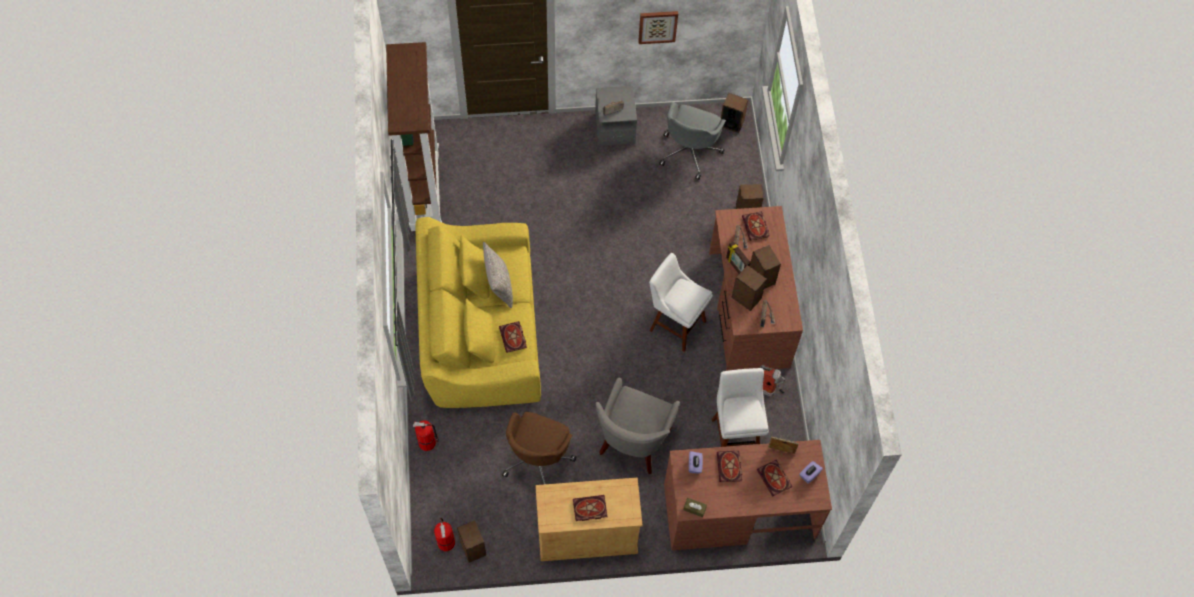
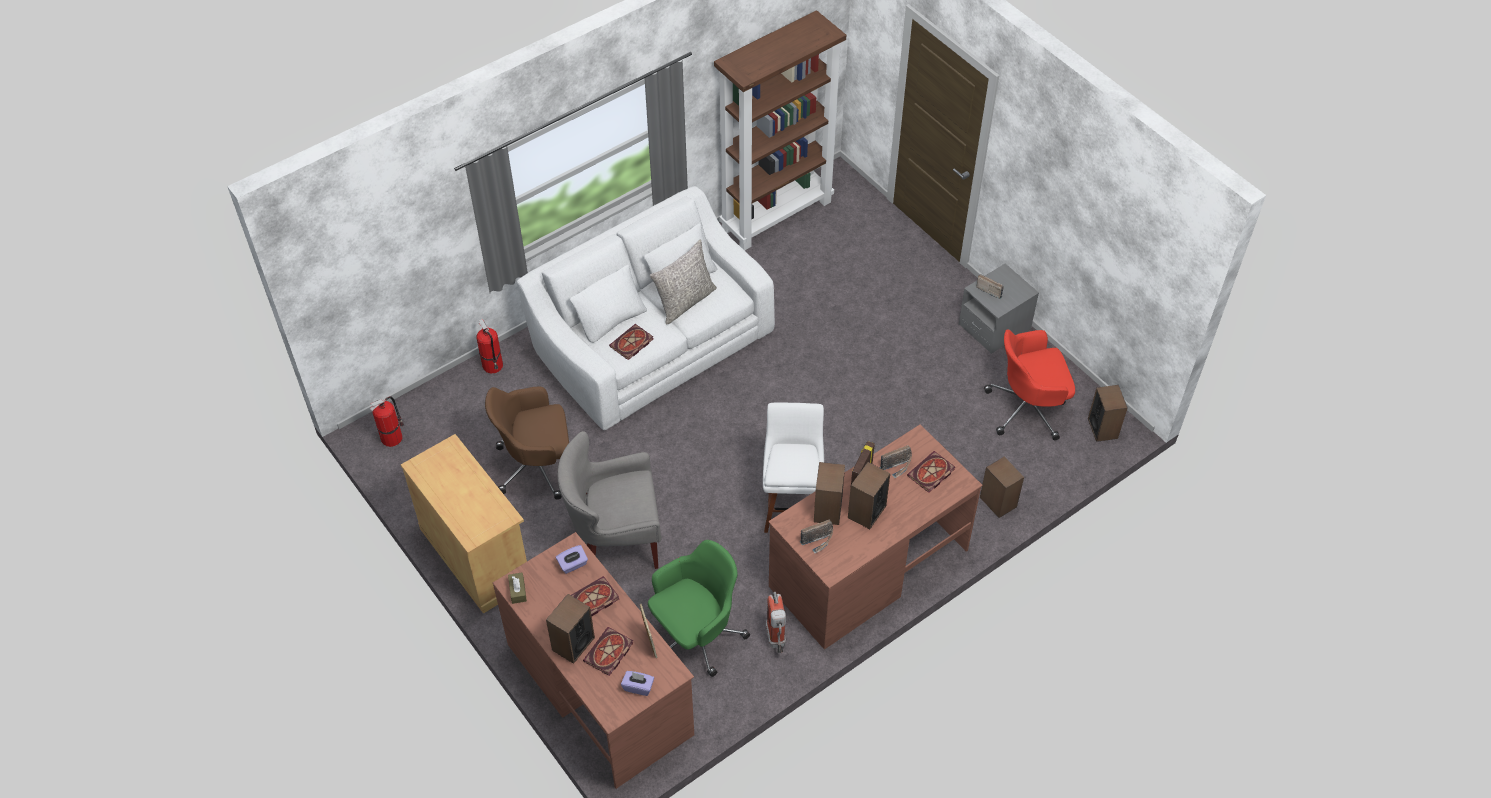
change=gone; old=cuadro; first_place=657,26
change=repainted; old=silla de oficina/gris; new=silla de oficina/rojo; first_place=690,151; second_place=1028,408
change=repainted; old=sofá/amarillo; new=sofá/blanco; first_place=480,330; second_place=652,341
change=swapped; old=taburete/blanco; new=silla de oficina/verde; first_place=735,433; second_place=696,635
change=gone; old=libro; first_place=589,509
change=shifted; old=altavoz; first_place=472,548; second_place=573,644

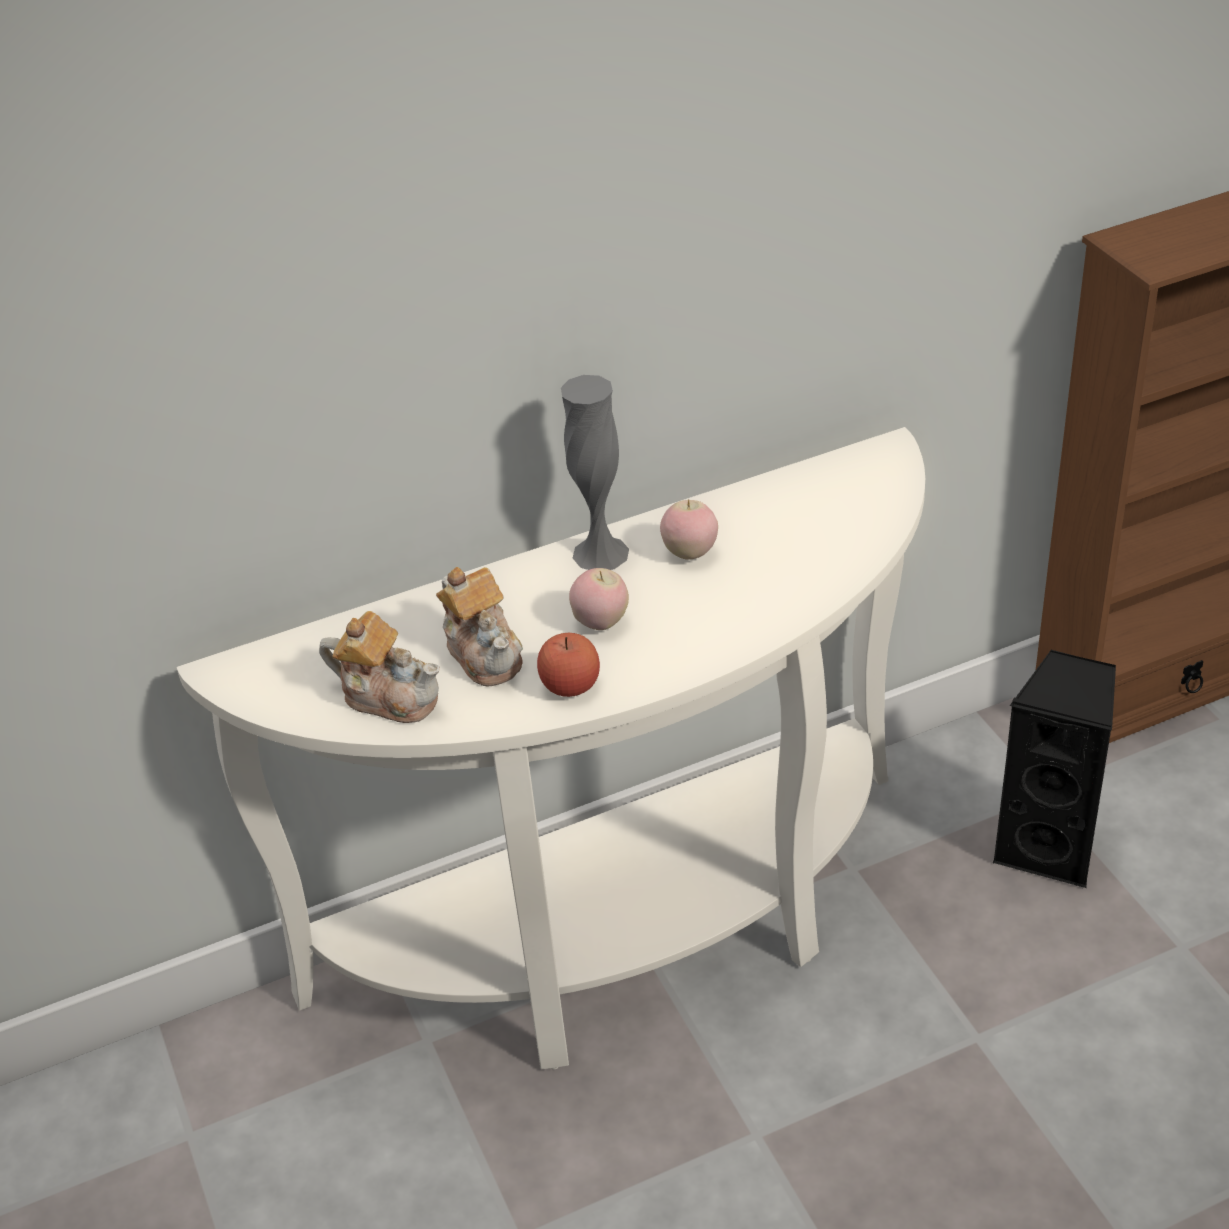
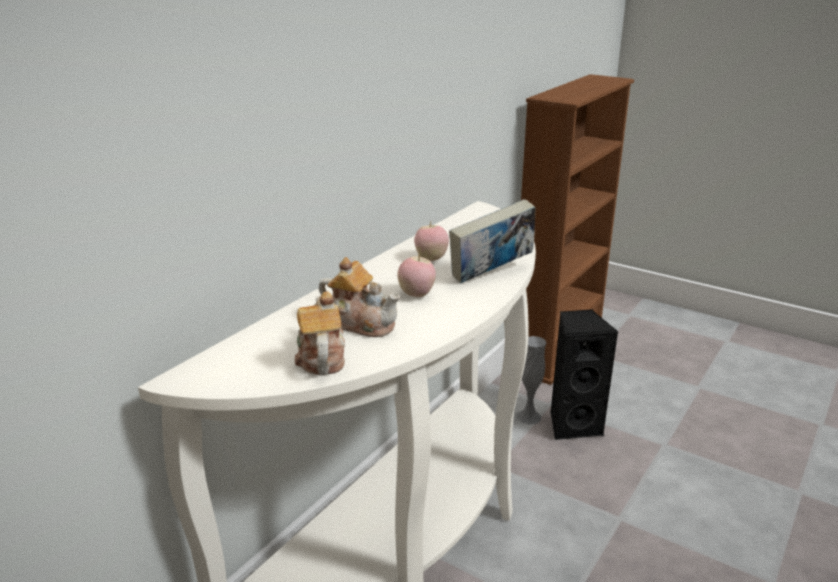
change=shifted; old=florero/gris; first_place=600,553; second_place=529,417
change=rotated; old=tetera; first_place=389,696; second_place=321,358; degrees=-90
change=gone; old=manzana; first_place=570,685
change=new; new=libro; second_place=491,275

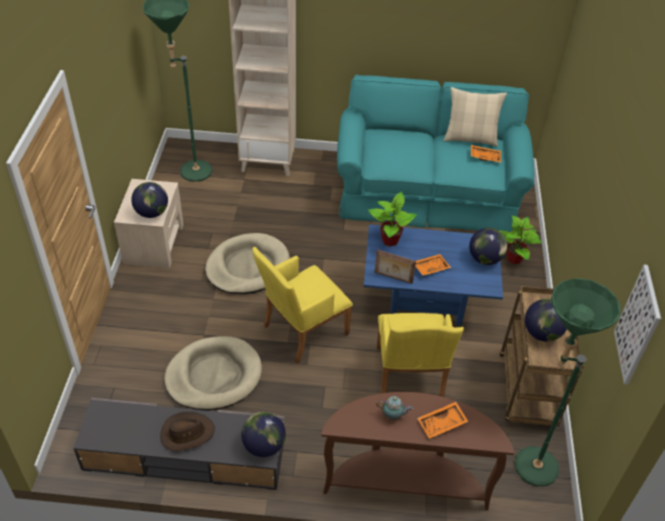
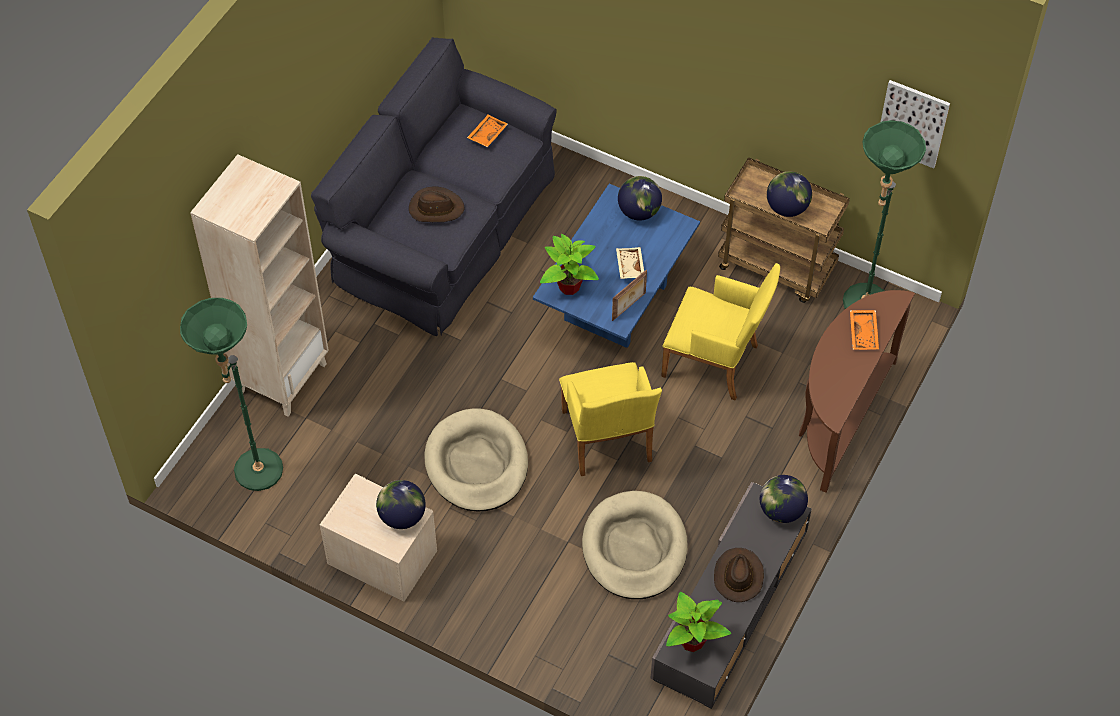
change=repainted; old=sofá/turquesa; new=sofá/negro; first_place=427,194; second_place=441,228
change=gone; old=cojín/beis; first_place=470,138
change=shifted; old=planta en maceta; first_place=515,259; second_place=692,641
change=repainted; old=bandeja/naranja; new=bandeja/beis; first_place=430,268; second_place=629,266
change=gone; old=tetera; first_place=393,416
change=new; new=sombrero/marrón; second_place=436,208

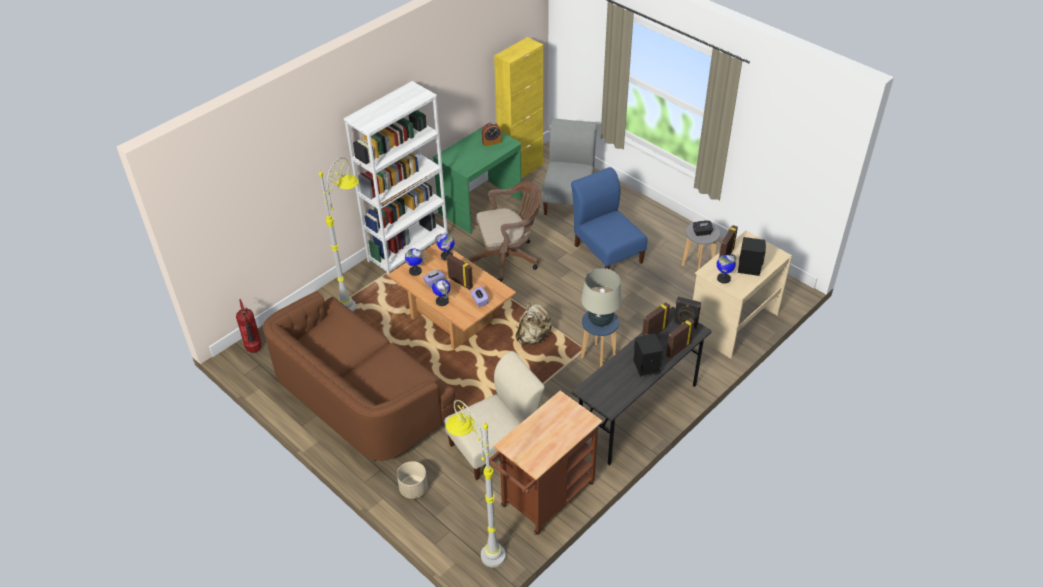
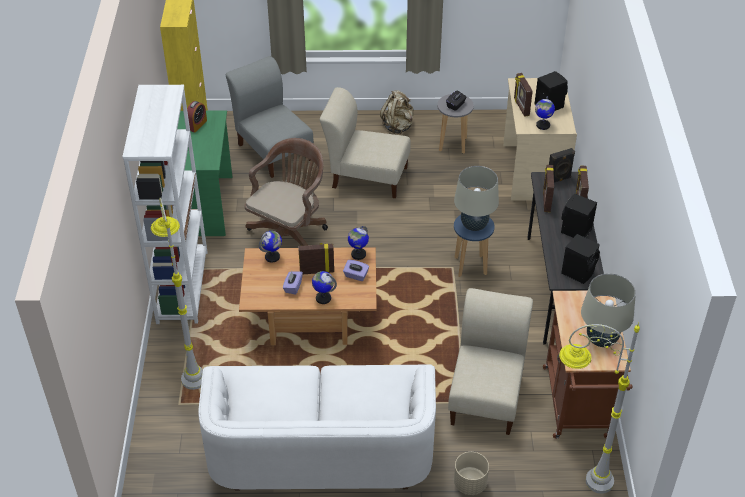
change=repainted; old=silla/azul; new=silla/beis; first_place=607,252; second_place=366,176
change=shifted; old=globo terráqueo; first_place=415,271; second_place=358,254
change=repainted; old=sofá/marrón; new=sofá/blanco; first_place=360,398; second_place=320,447
change=gone; old=extintor; first_place=255,350
change=shifted; old=mochila/beis; first_place=533,337; second_place=398,126
change=new; new=altavoz/negro; second_place=578,271
change=new; new=lámpara de mesa/beis; second_place=601,340

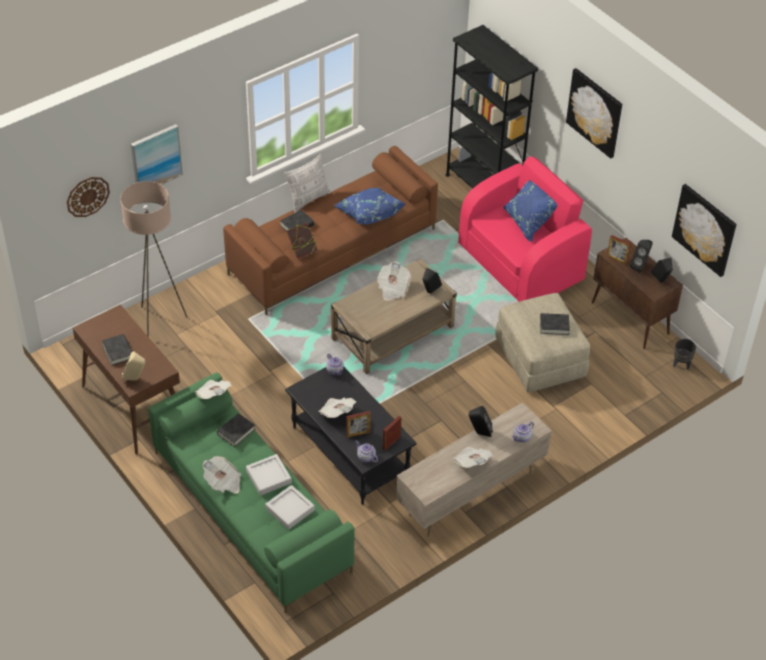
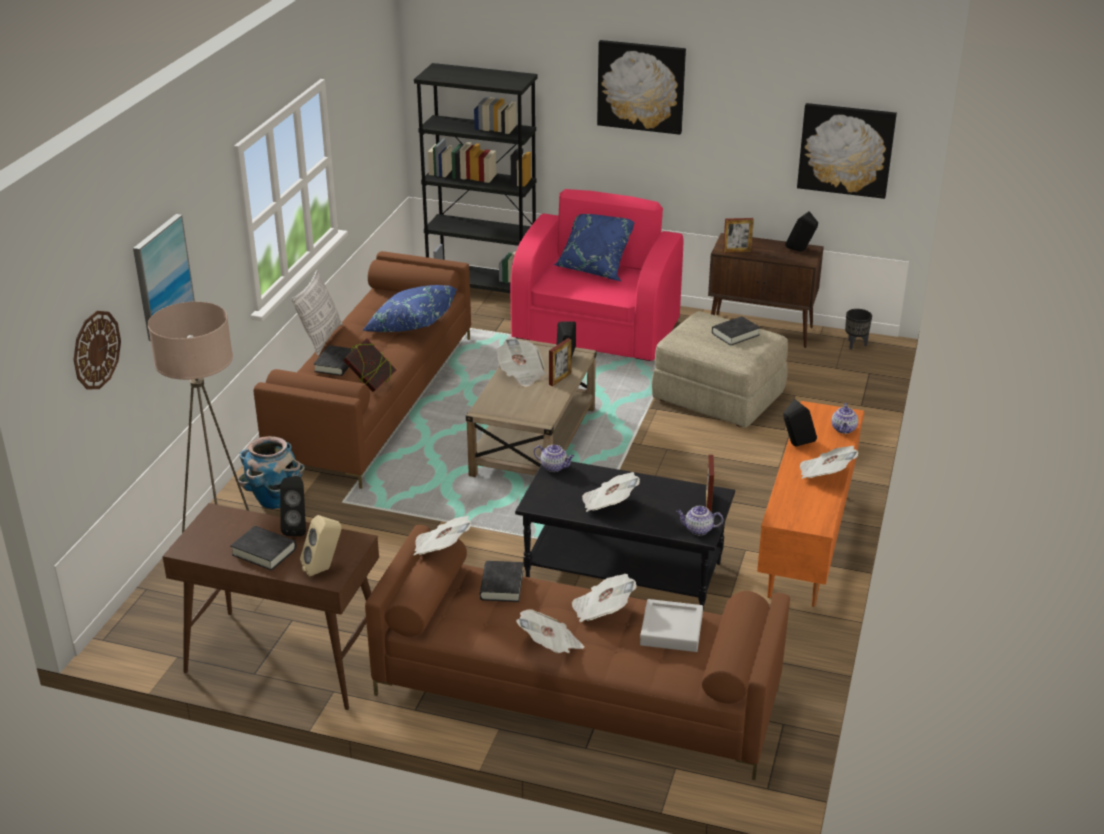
change=shifted; old=altavoz/negro; first_place=640,266; second_place=297,528
change=repainted; old=sofá/verde; new=sofá/marrón; first_place=250,511; second_place=575,693
change=repainted; old=mueble de televisión/beis; new=mueble de televisión/naranja; first_place=470,494; second_place=805,544
change=shifted; old=portarretratos; first_place=358,434; second_place=560,379
change=swapped; old=bandeja/gris; new=periódico; first_place=268,477; second_place=602,611
change=new; new=maceta; second_place=274,500

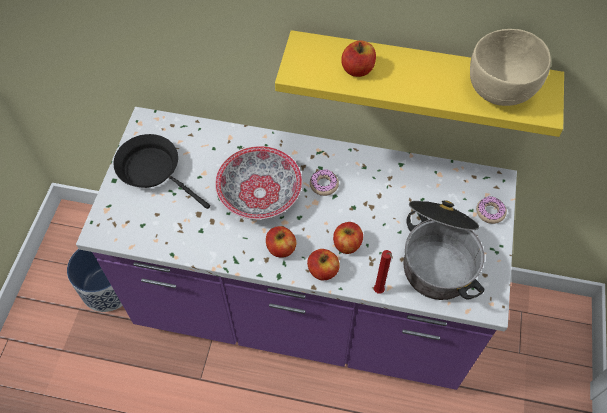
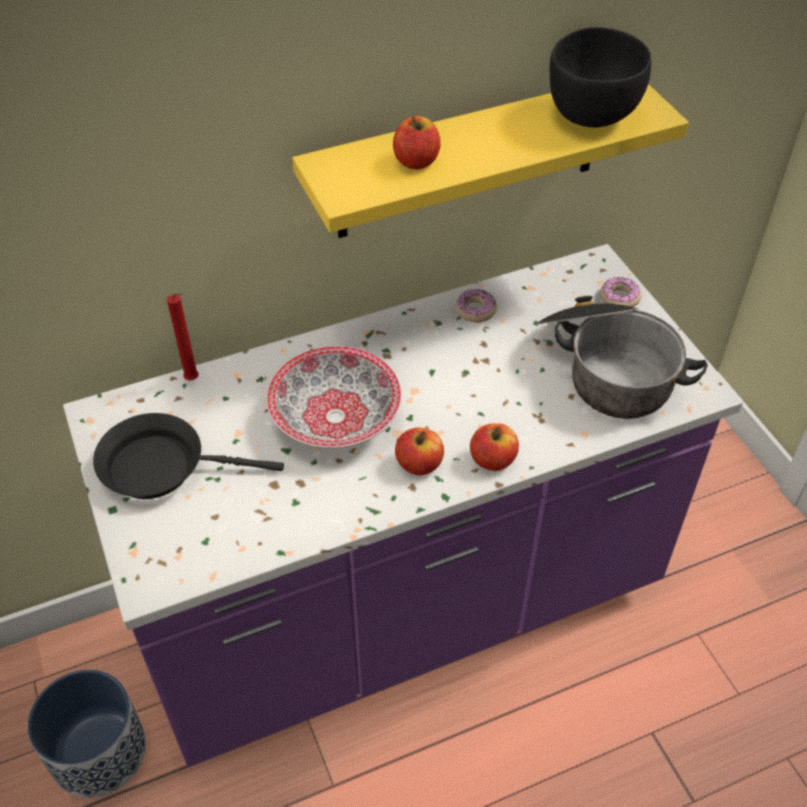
change=repainted; old=cuenco/beis; new=cuenco/negro; first_place=500,91; second_place=592,115
change=shifted; old=rosquilla; first_place=324,185; second_place=475,310
change=gone; old=manzana; first_place=347,244
change=shifted; old=vela/rojo; first_place=379,292; second_place=193,380

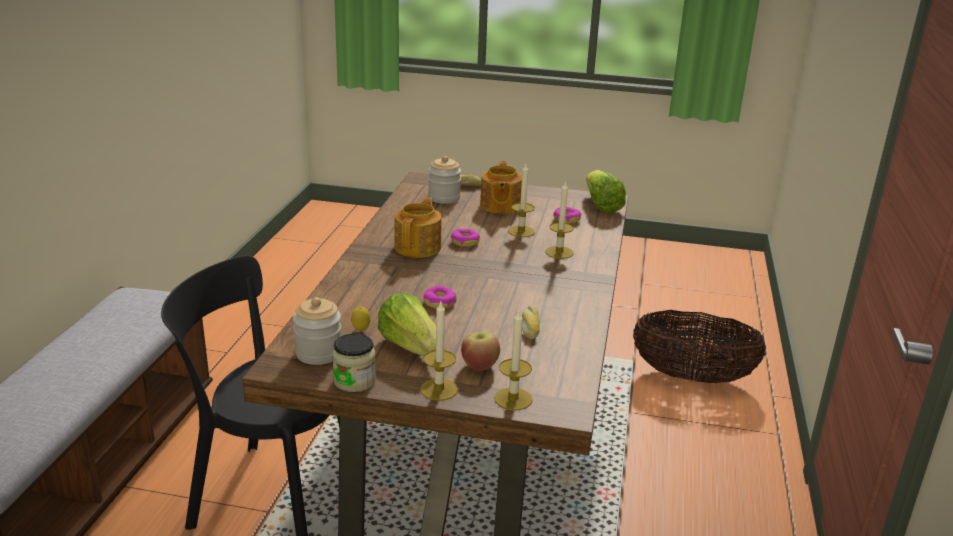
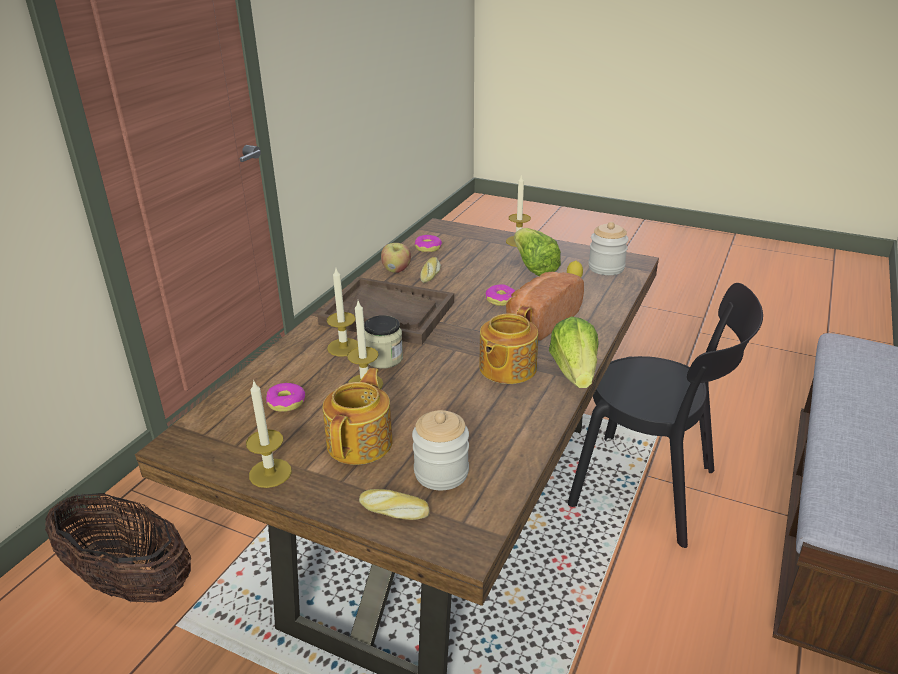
change=shifted; old=lechuga; first_place=601,205; second_place=574,372
change=shifted; old=rosquilla; first_place=465,242; second_place=428,248
change=shifted; old=vela; first_place=513,399; second_place=270,473
change=shifted; old=manzana; first_place=479,365; second_place=396,270
change=shifted; old=tarro; first_place=354,381; second_place=384,358
change=new; new=pan; second_place=540,321
change=new; new=bandeja/marrón; second_place=388,313

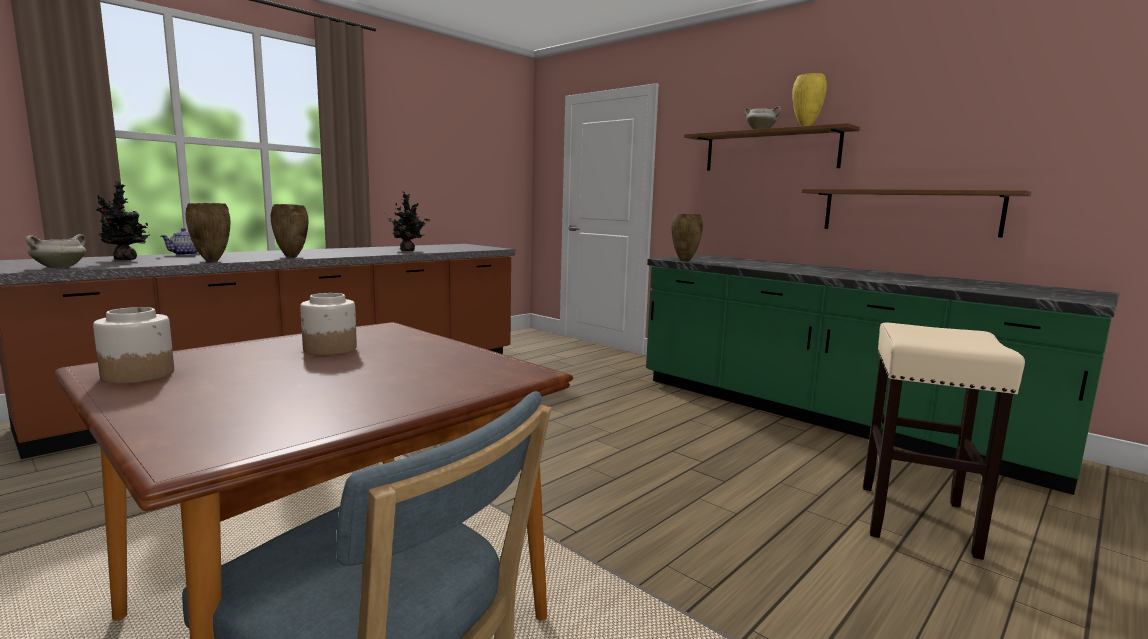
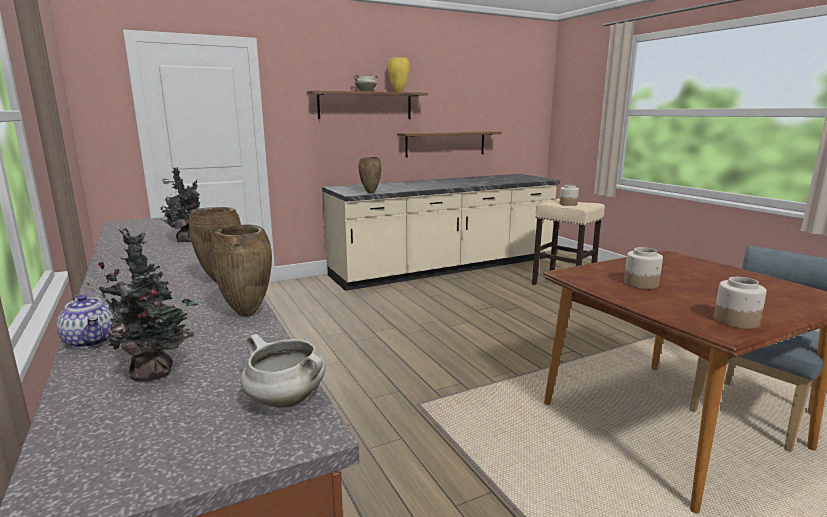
change=repainted; old=mueble bajo de cocina/verde; new=mueble bajo de cocina/beis; first_place=828,417; second_place=445,268
change=new; new=tarro; second_place=568,204

